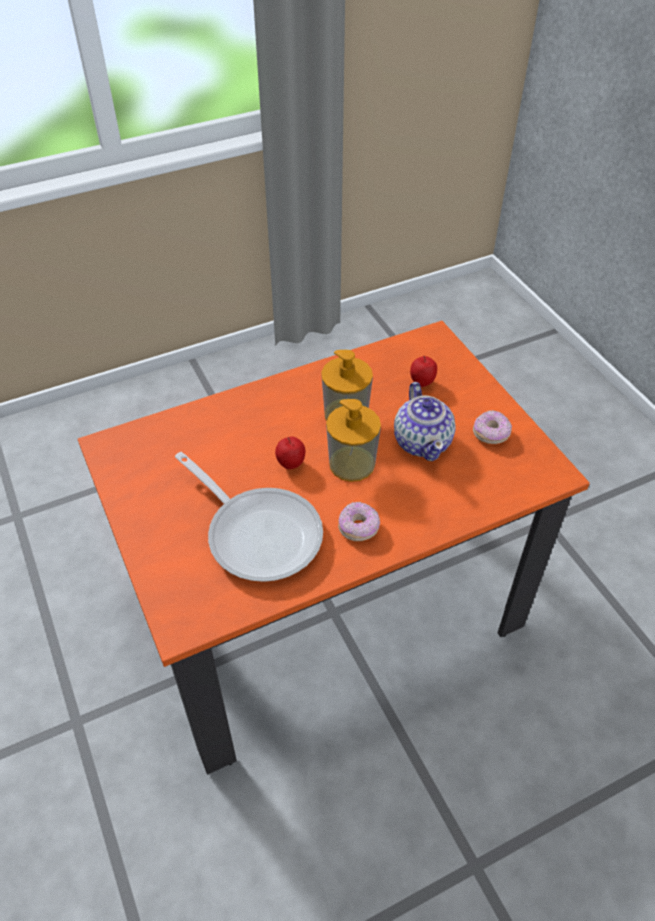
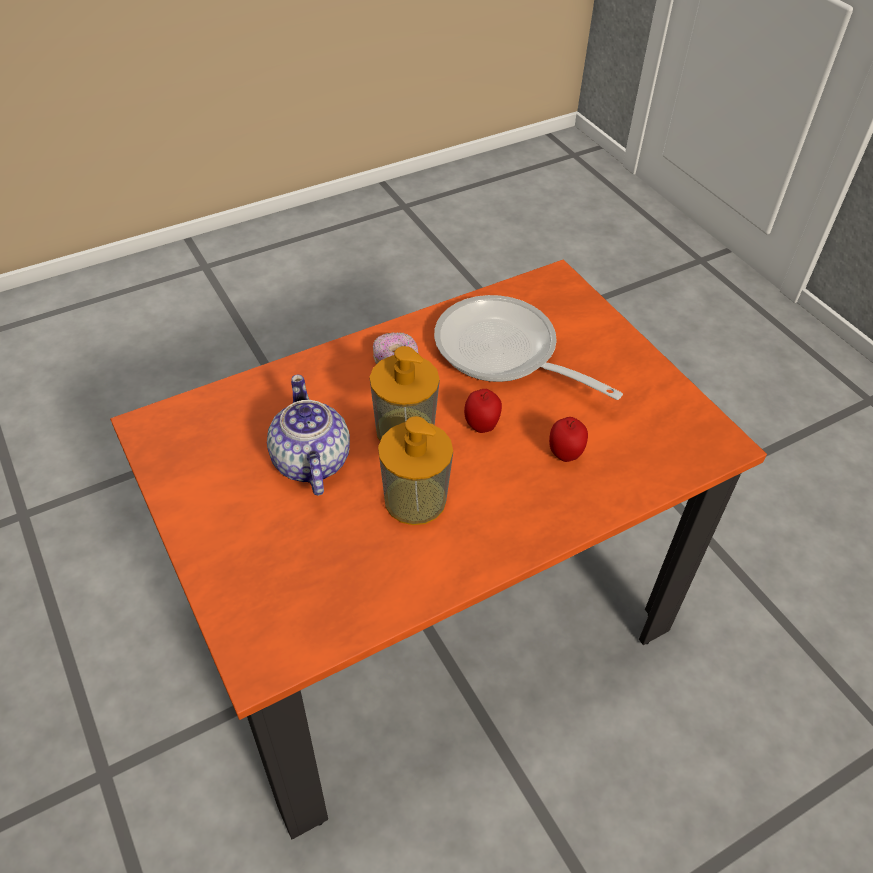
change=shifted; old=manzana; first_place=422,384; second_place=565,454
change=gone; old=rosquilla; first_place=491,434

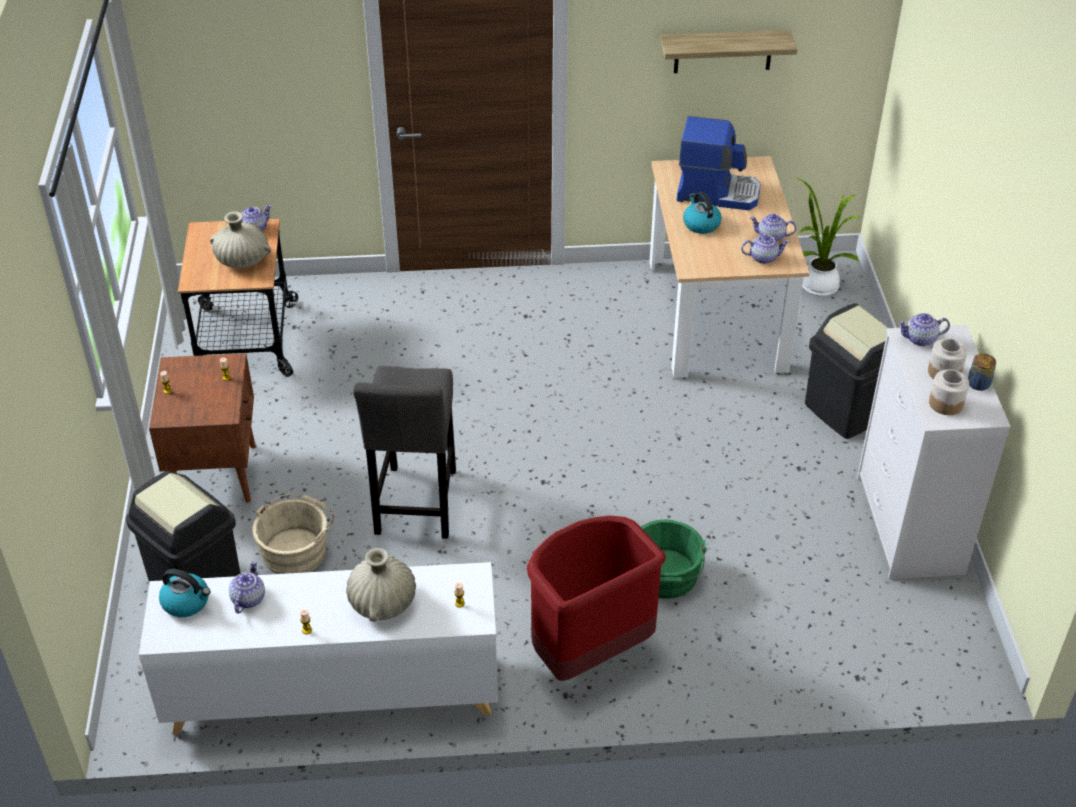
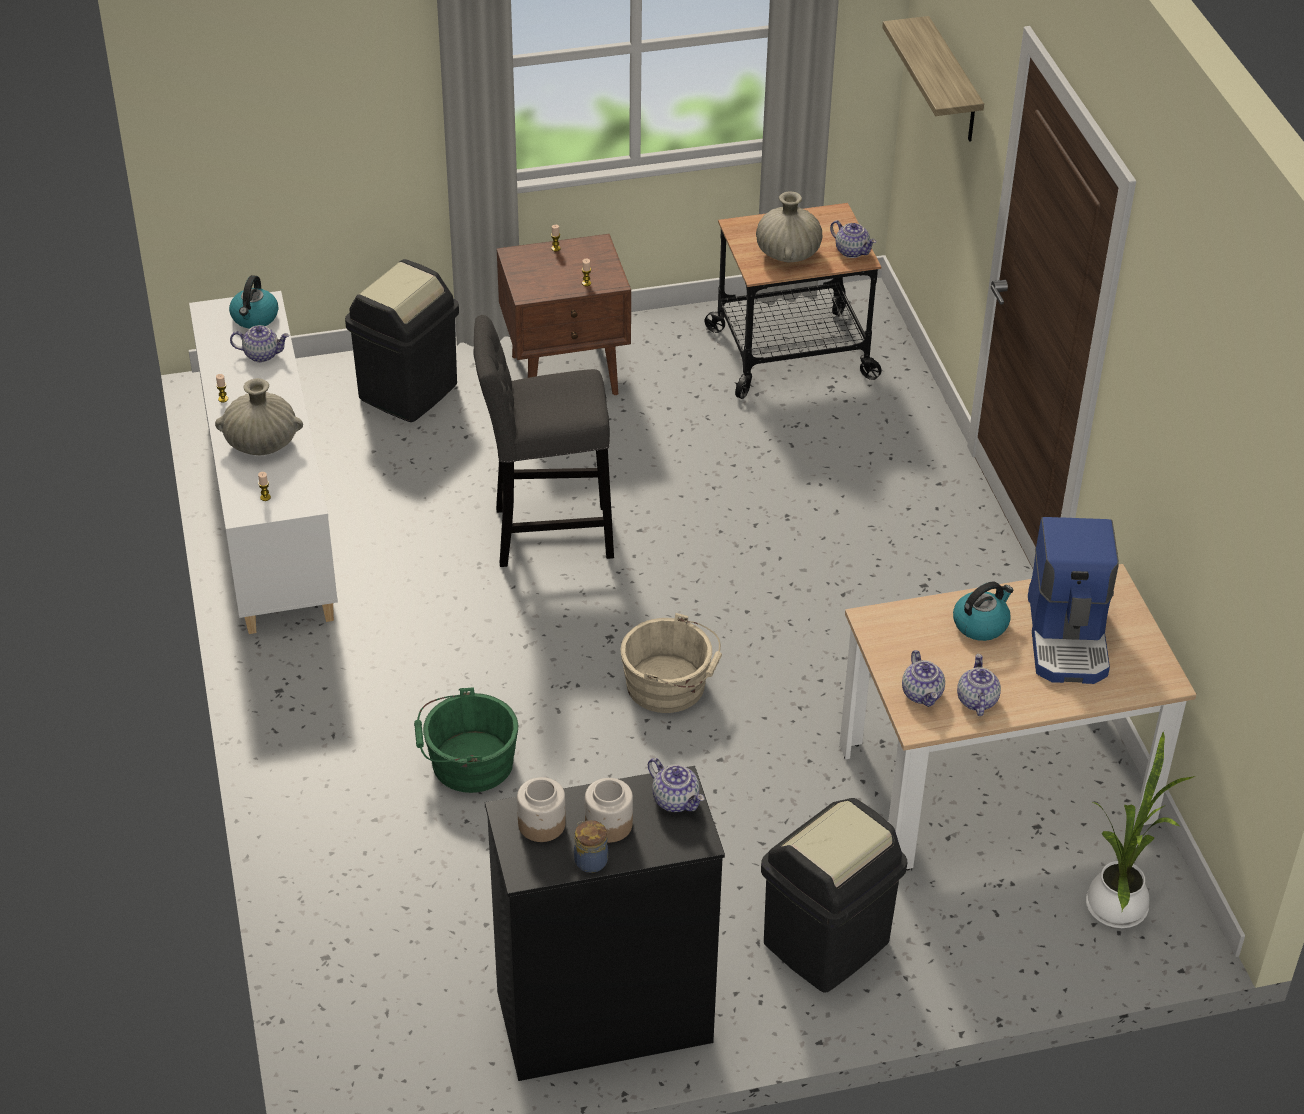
change=shifted; old=estante; first_place=723,51; second_place=953,83
change=rotated; old=tetera; first_place=920,339; second_place=676,800; degrees=150
change=repainted; old=cómoda/blanco; new=cómoda/negro; first_place=910,526; second_place=602,1017
change=shifted; old=cubo/beis; first_place=296,550; second_place=670,686
change=gone; old=papelera/rojo; first_place=588,651

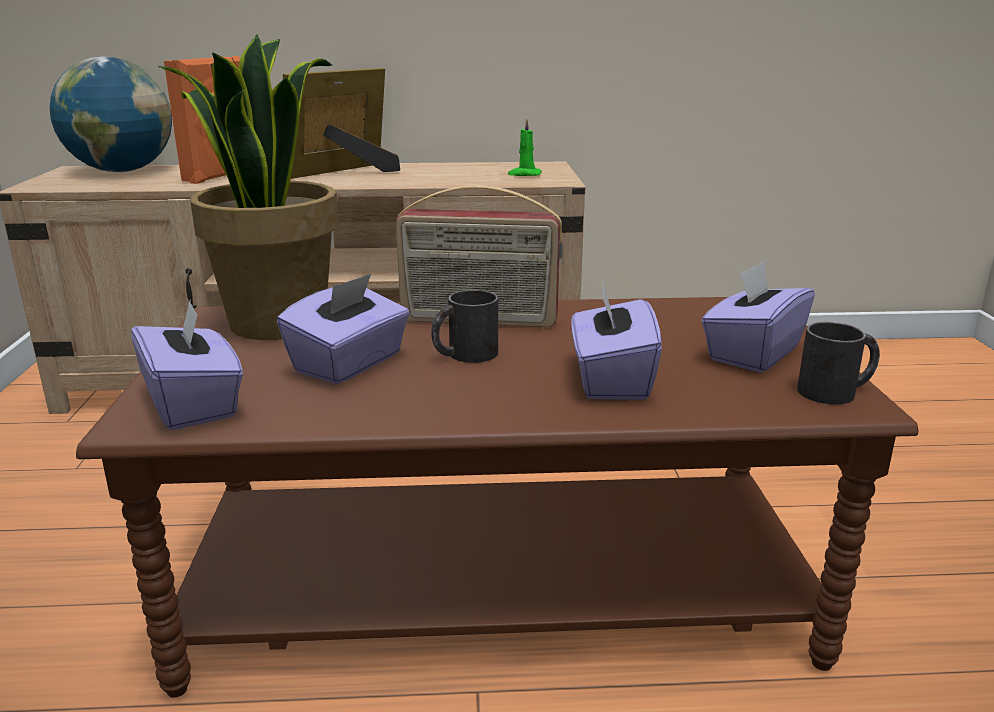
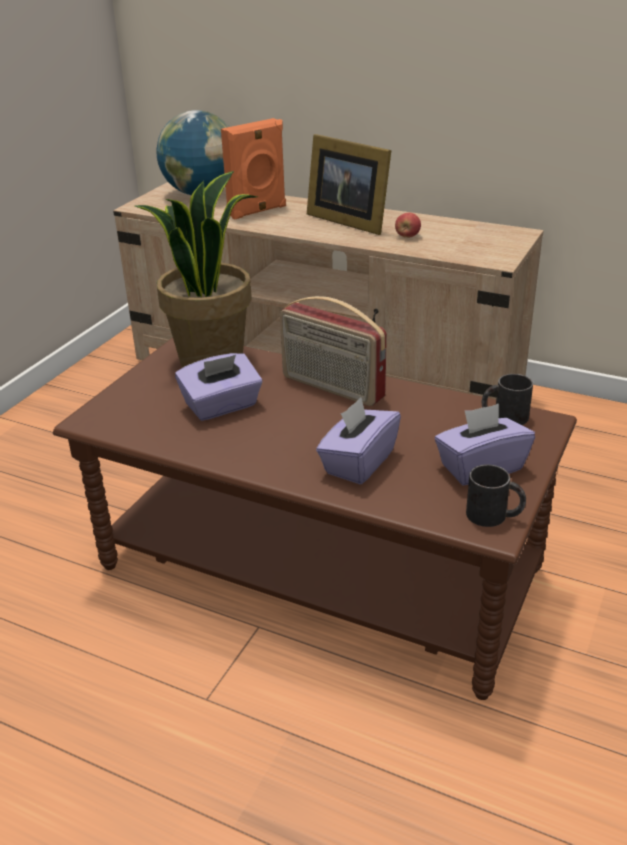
change=rotated; old=portarretratos; first_place=346,172; second_place=348,220; degrees=-120
change=gone; old=vela/verde; first_place=524,174
change=shifted; old=taza grande/negro; first_place=464,355; second_place=504,417
change=gone; old=caja de pañuelos/morado; first_place=194,404
change=new; new=manzana; second_place=407,236

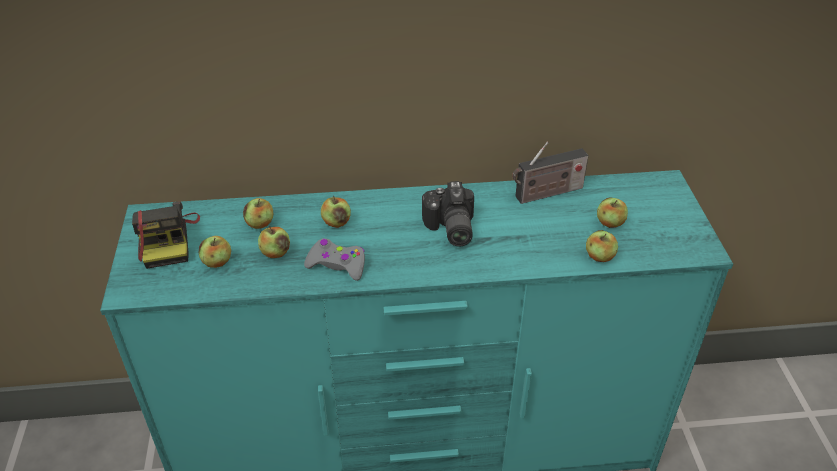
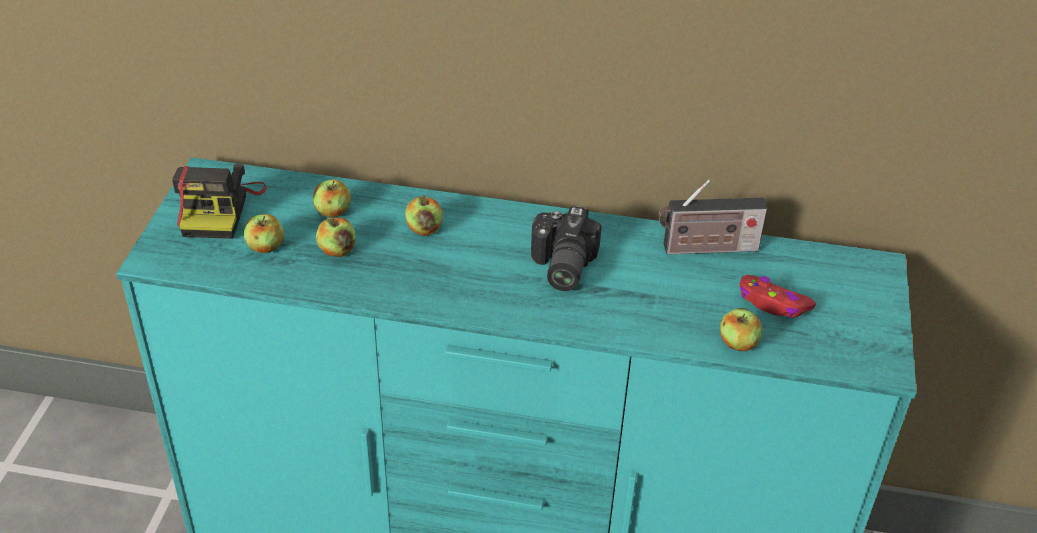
change=swapped; old=manzana; new=mando de consola/rojo; first_place=609,223; second_place=773,303
change=gone; old=mando de consola/gris; first_place=337,265

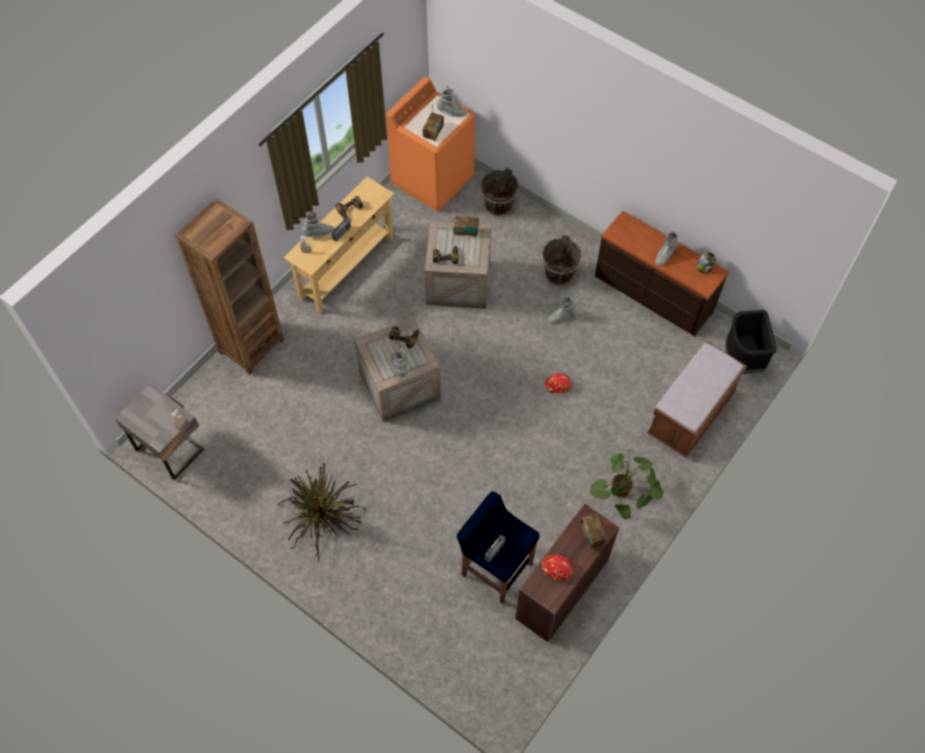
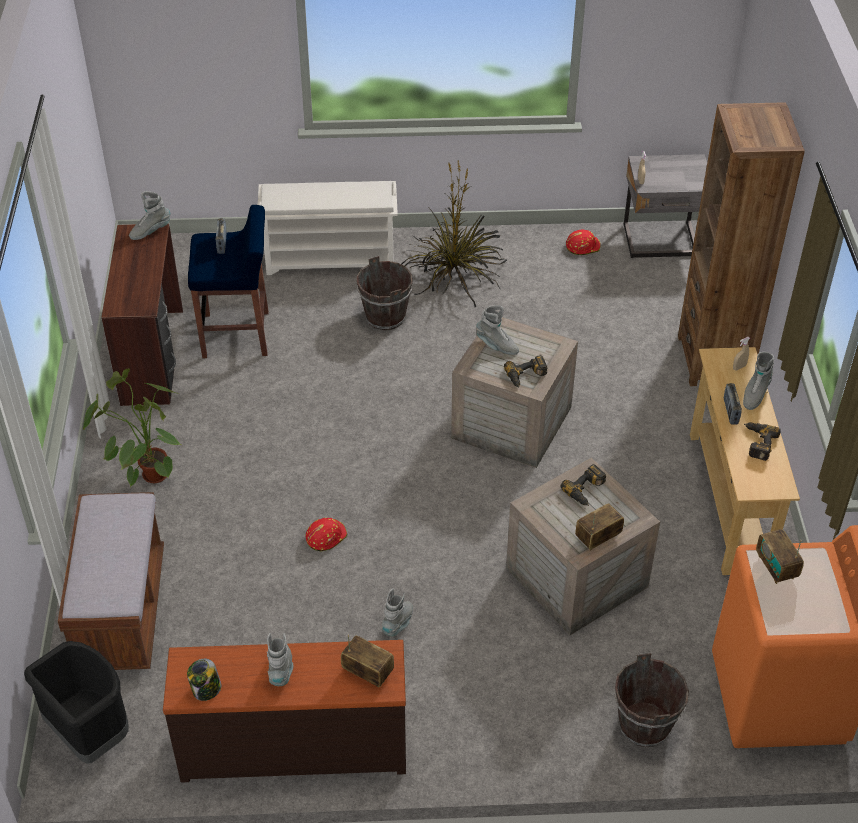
change=shifted; old=bota/gris; first_place=451,113; second_place=150,231
change=shifted; old=cubo/marrón; first_place=559,274; second_place=385,317
change=shifted; old=radio; first_place=592,535; second_place=367,672
change=shifted; old=casco/rojo; first_place=557,569; second_place=582,246
change=new; new=zapatero/blanco; second_place=331,258

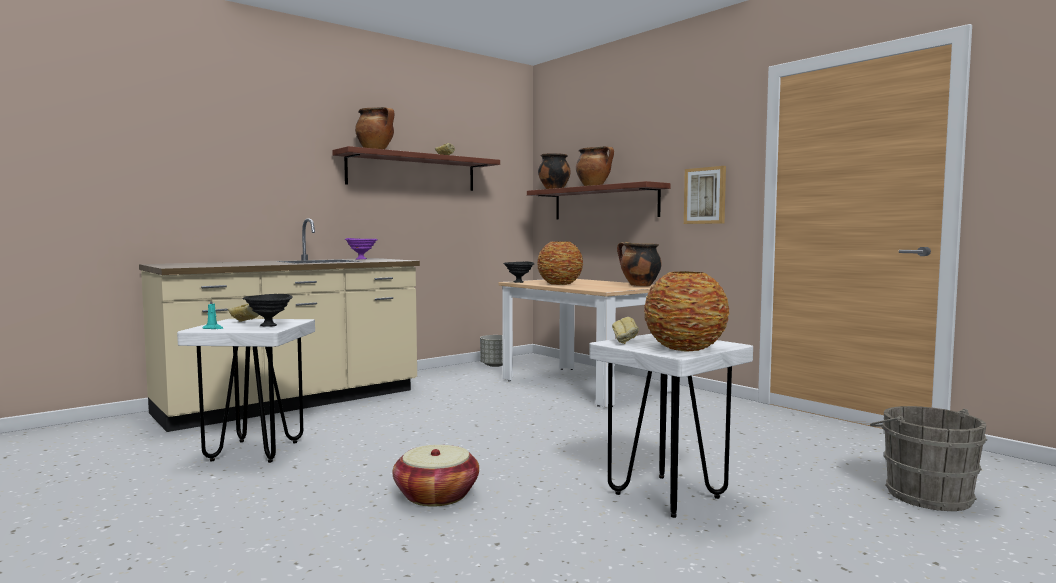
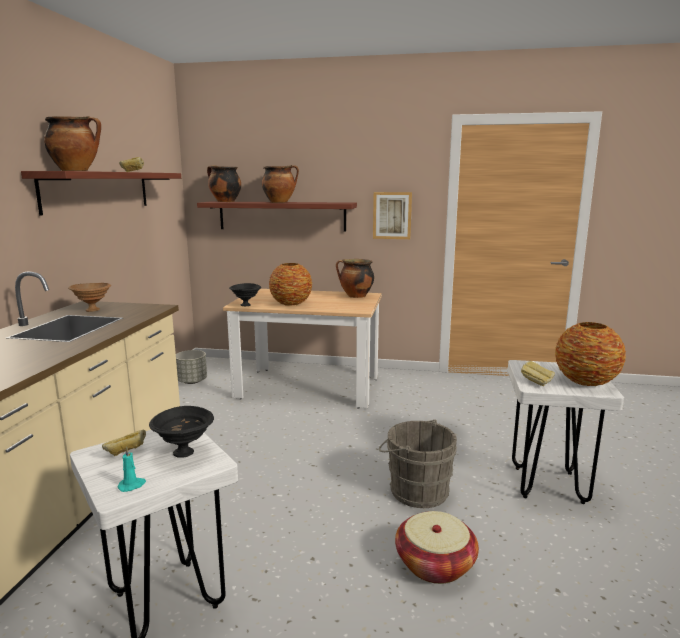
change=repainted; old=cuenco/morado; new=cuenco/marrón; first_place=361,259; second_place=92,310
change=shifted; old=cubo/gris; first_place=924,494; second_place=415,490

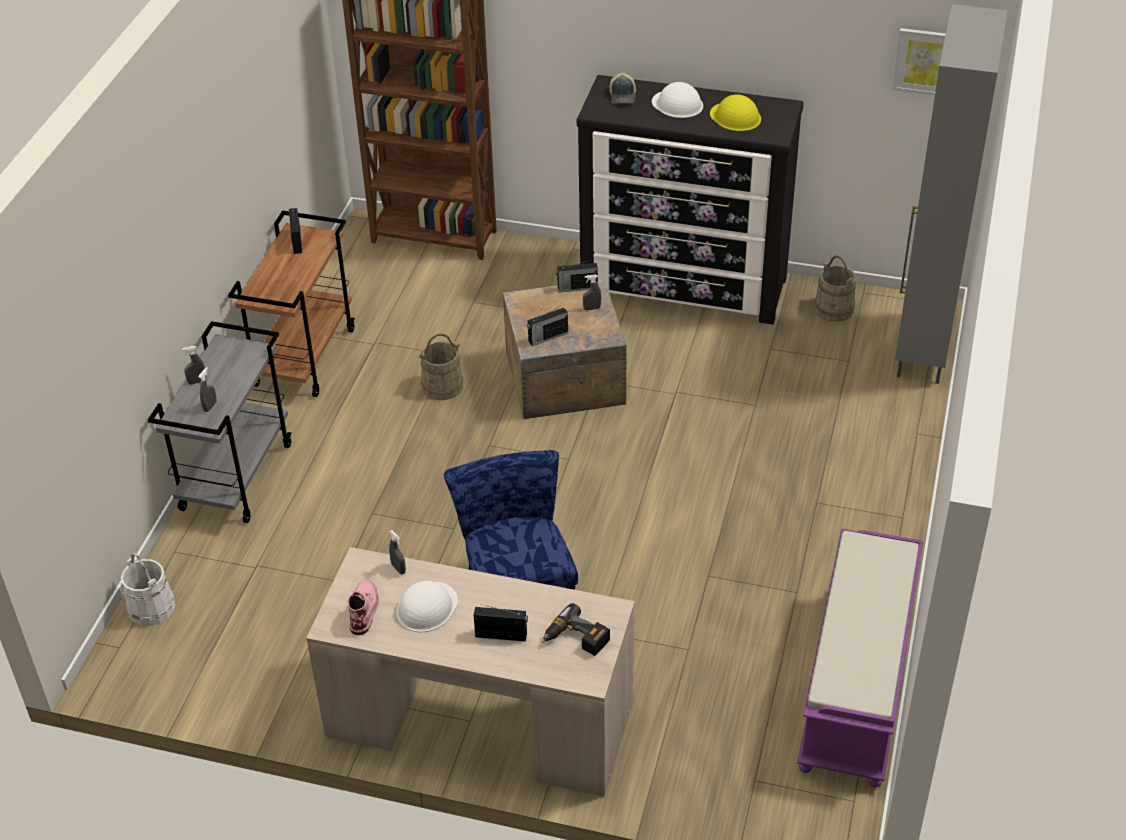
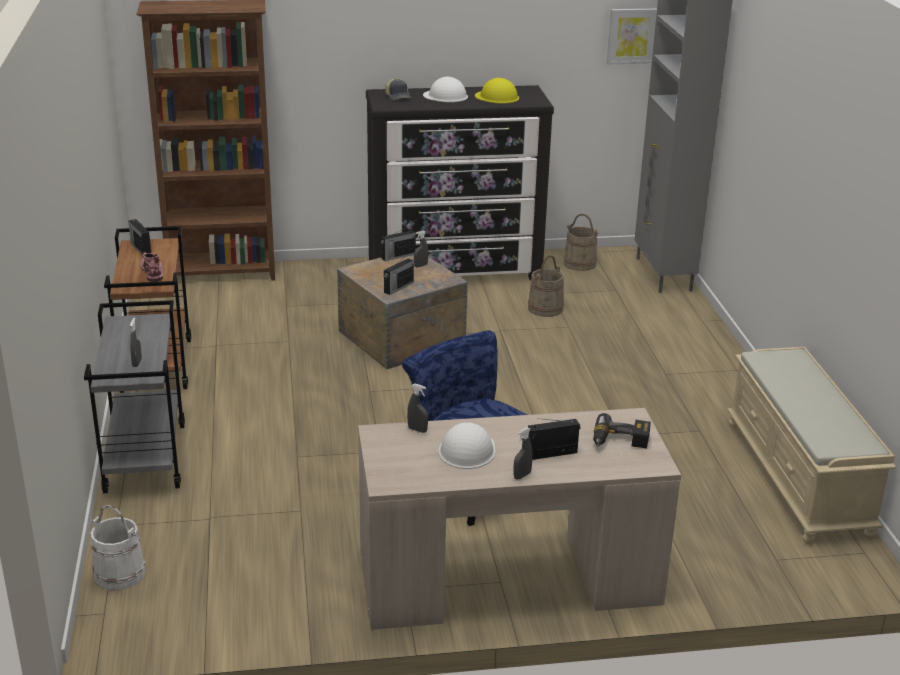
change=shifted; old=cubo/beis; first_place=442,386; second_place=545,308
change=shifted; old=pulverizador/gris; first_place=197,382; second_place=522,476
change=repainted; old=banco/morado; new=banco/beis; first_place=857,686; second_place=799,478
change=shifted; old=bota/rosa; first_place=363,608; second_place=152,271

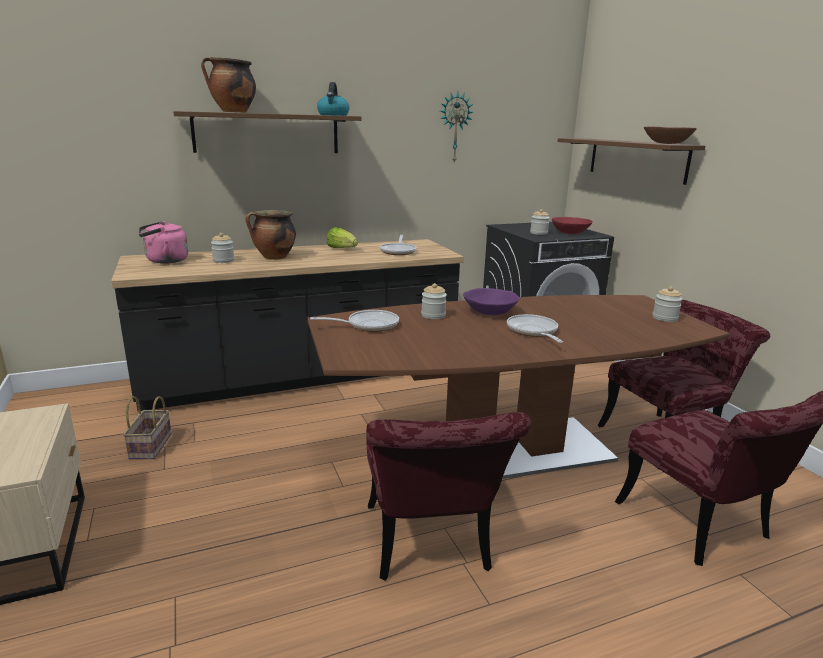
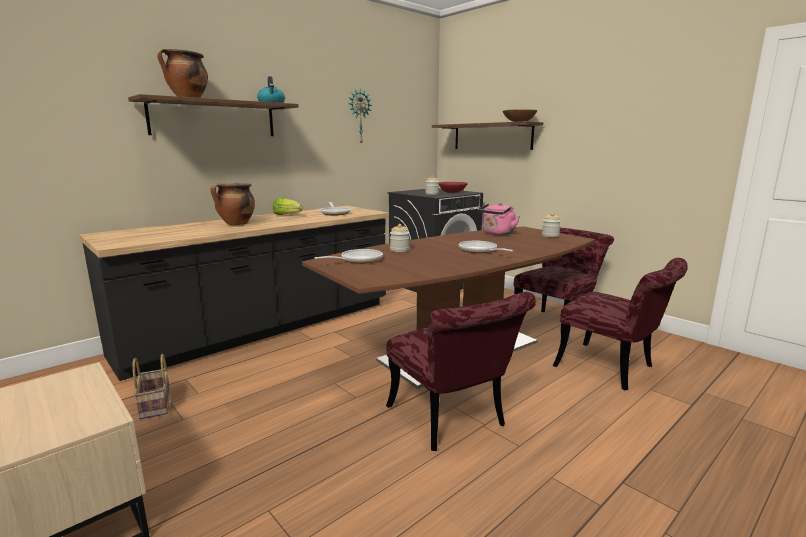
change=shifted; old=hervidor/rosa; first_place=164,261; second_place=497,233
change=gone; old=tarro; first_place=223,261
change=gone; old=cuenco/morado; first_place=489,312

